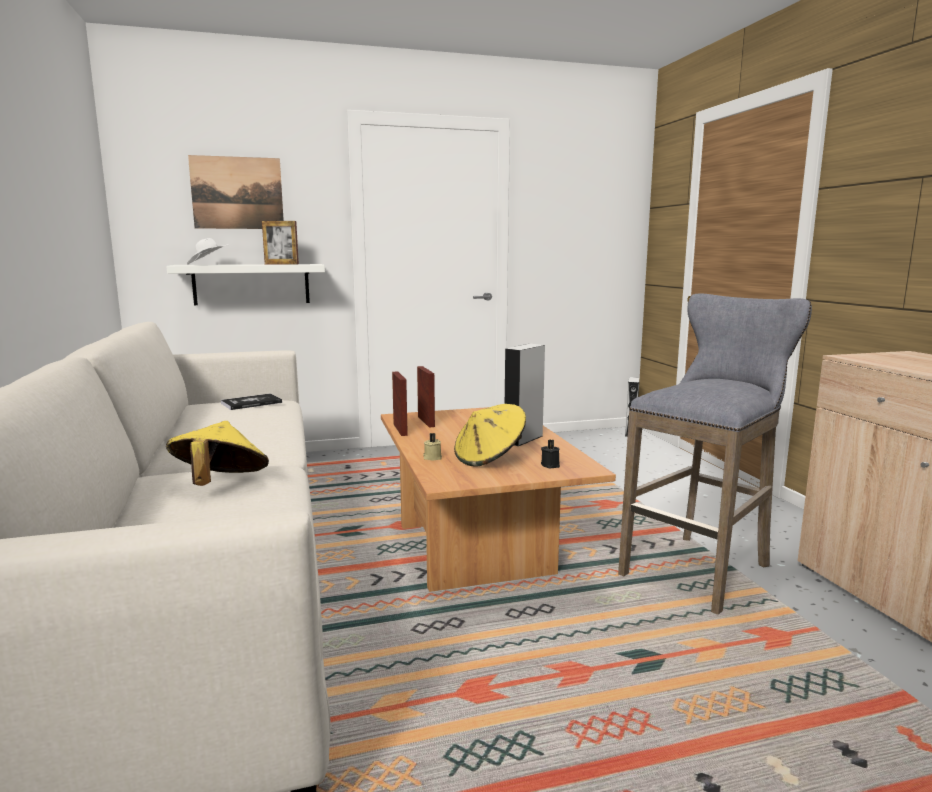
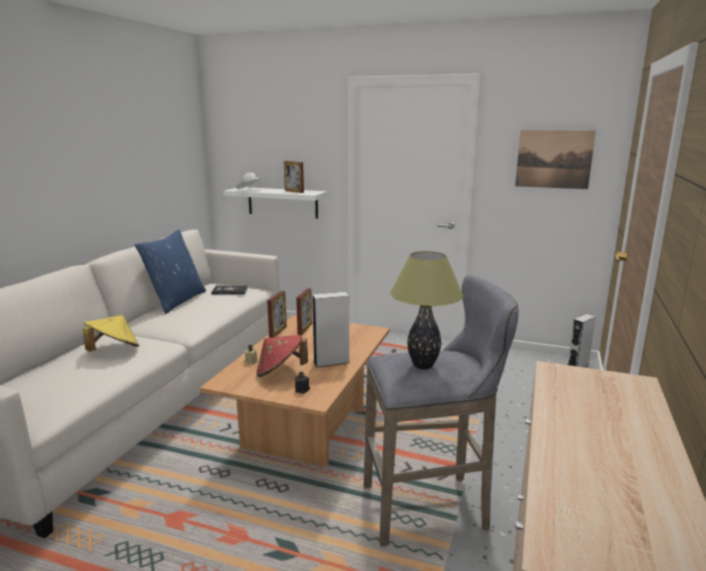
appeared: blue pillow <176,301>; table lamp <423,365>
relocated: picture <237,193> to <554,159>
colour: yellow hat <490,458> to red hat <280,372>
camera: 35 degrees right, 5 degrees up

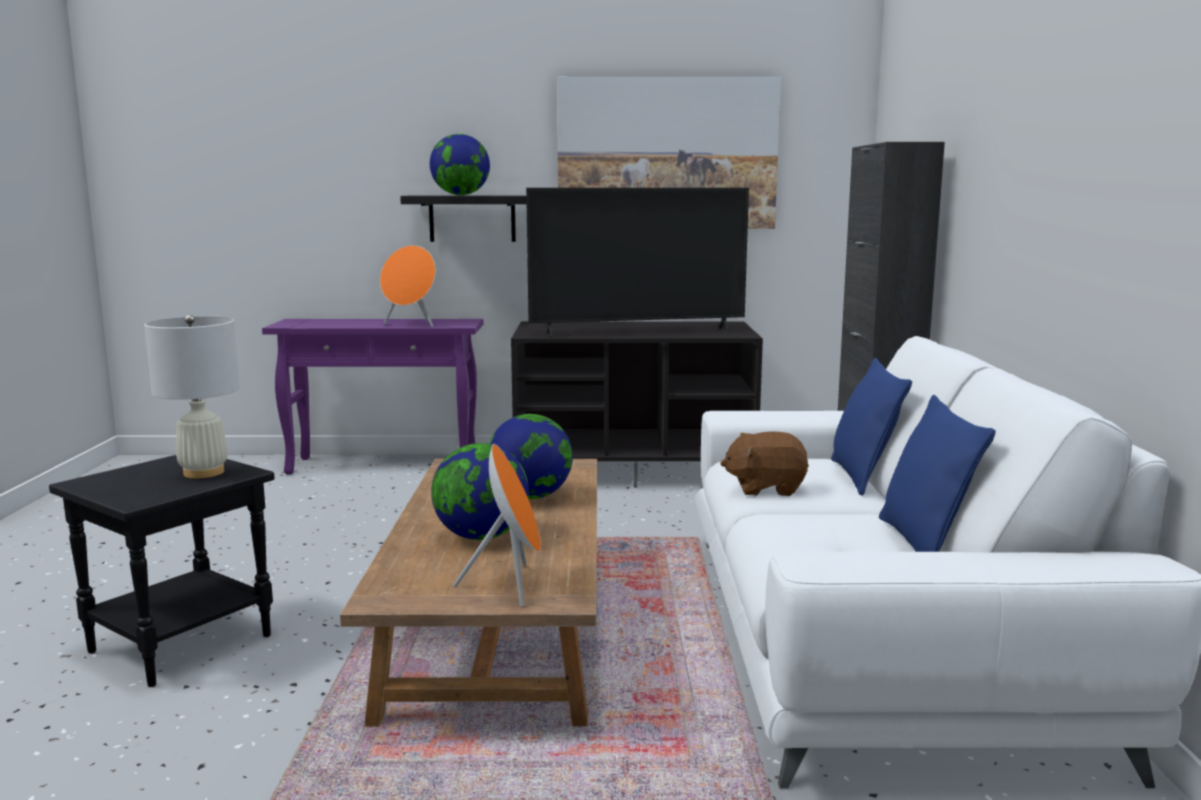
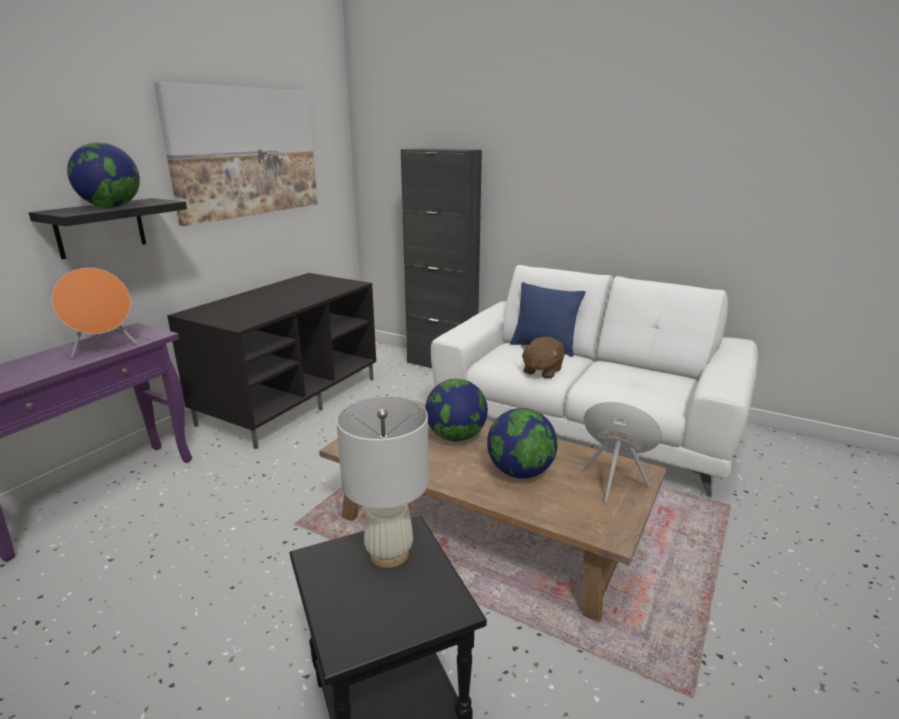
missing: television <638,332>; blue pillow <923,543>
camera: 60 degrees left, 10 degrees up

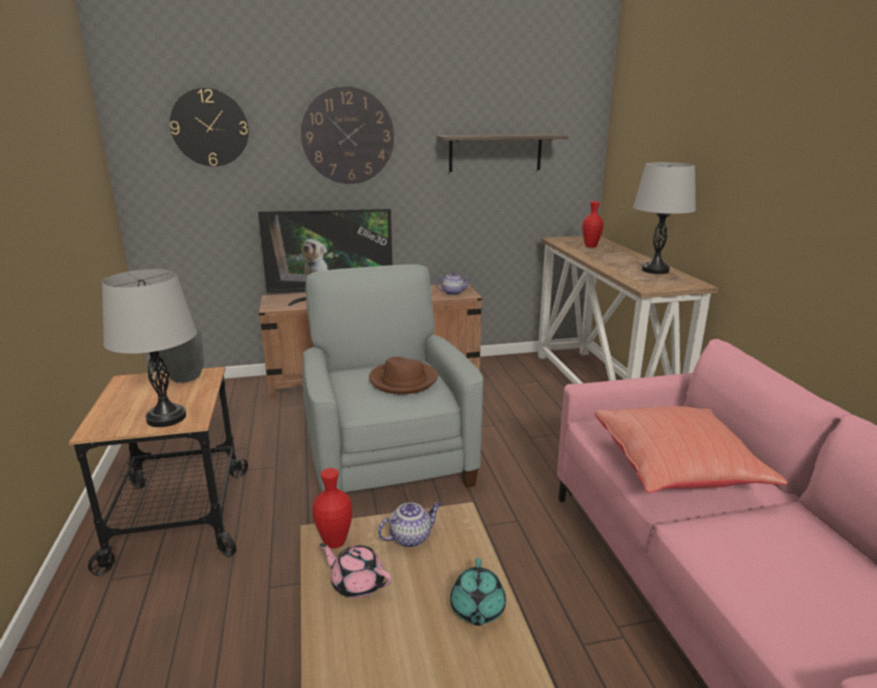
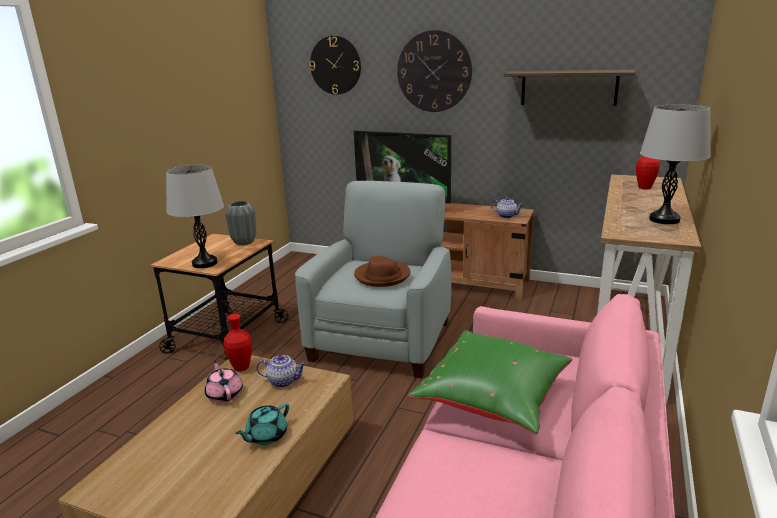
colour: red pillow <677,470> to green pillow <494,399>
camera: 35 degrees right, 0 degrees up

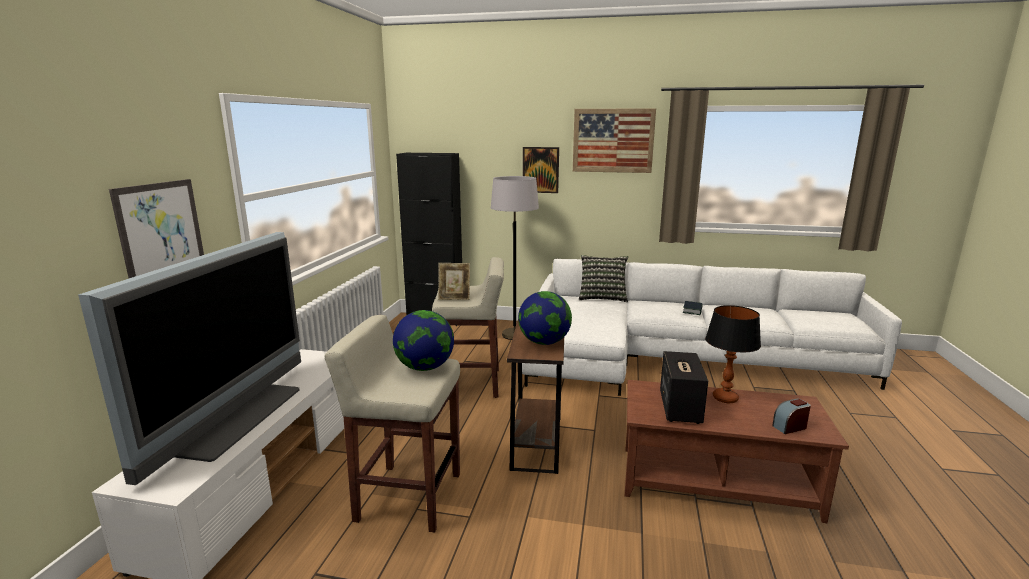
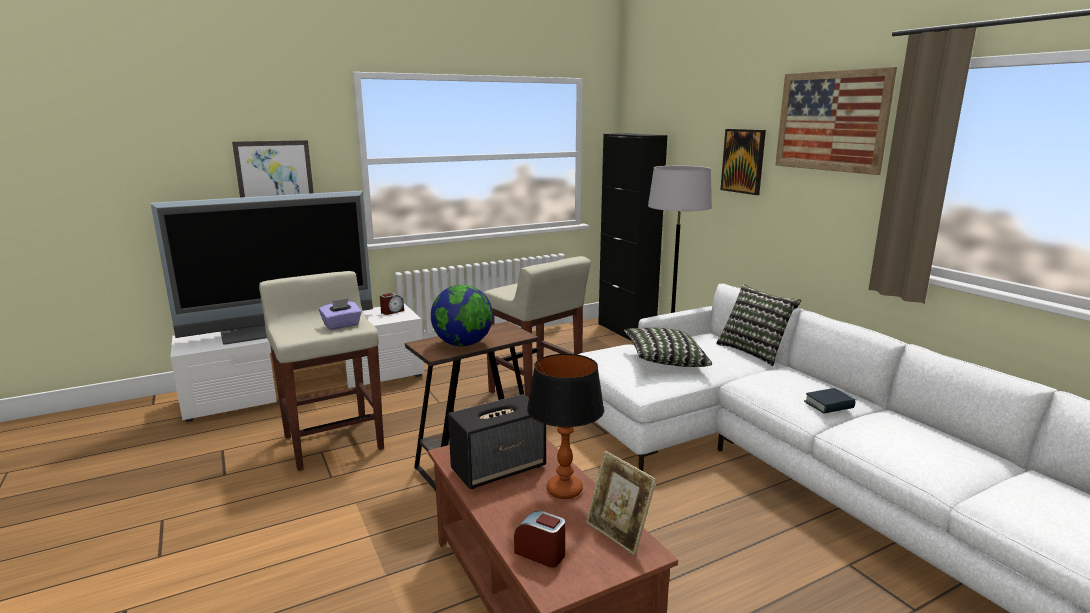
appeared: alarm clock <392,311>; pillow <664,361>
relocated: picture frame <454,298> to <618,533>
exchanged: globe <425,367> to purple tissue box <342,325>
camera: 50 degrees right, 0 degrees up

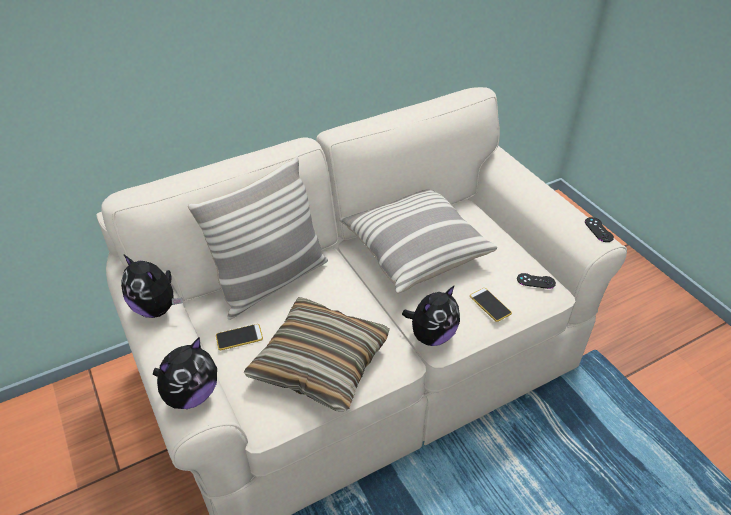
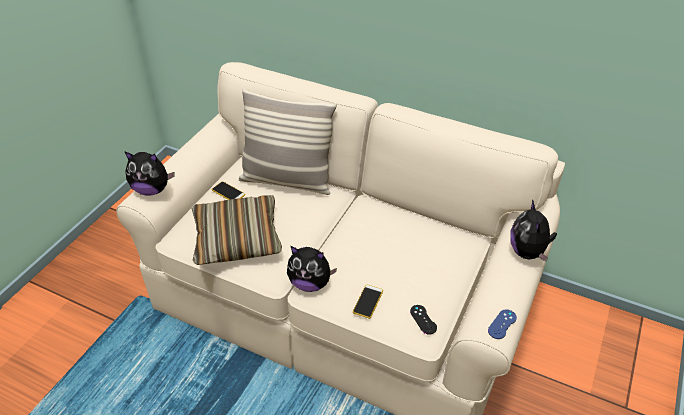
missing: pillow <414,251>
relocated: plush toy <157,308> to <528,252>
colour: black game controller <598,230> to blue game controller <502,324>
camera: 55 degrees right, 0 degrees up

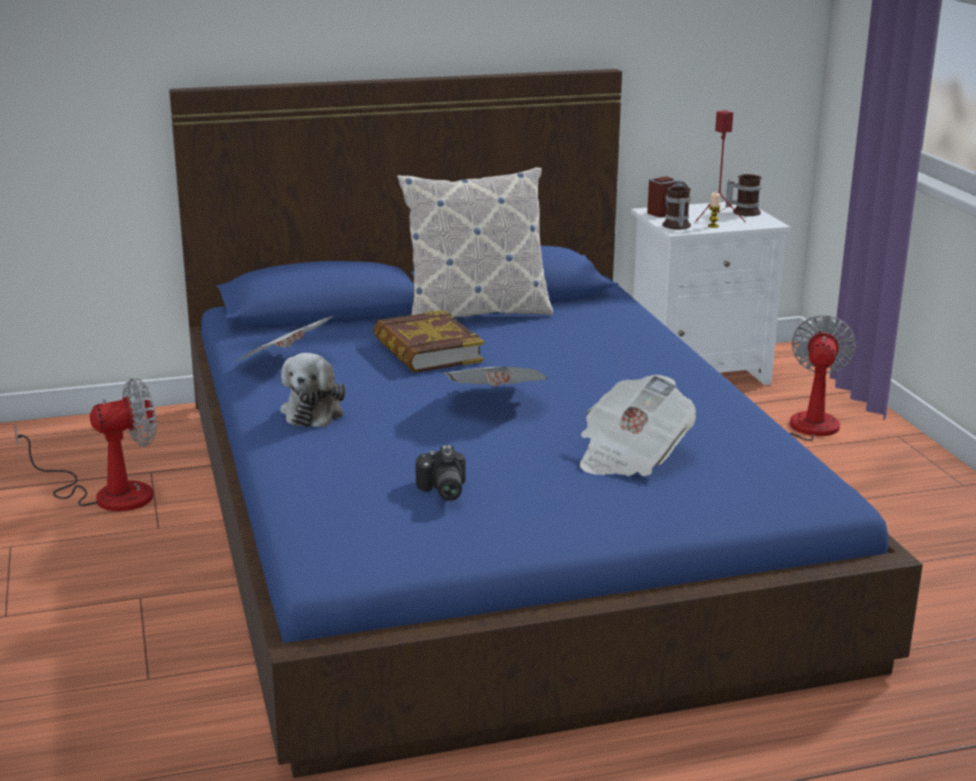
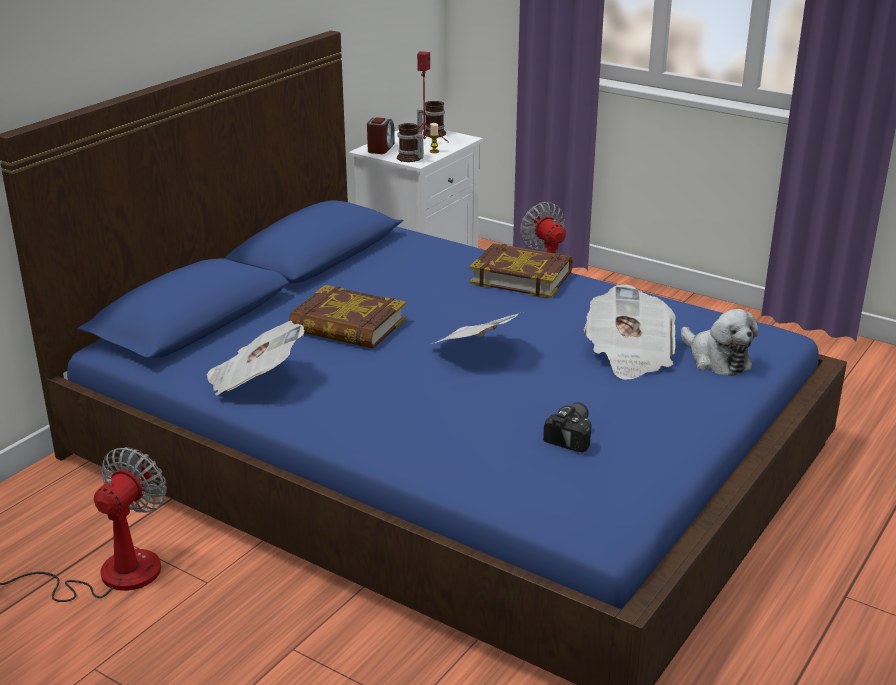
missing: pillow <475,313>
appeared: book <521,277>
relocated: plush toy <314,411> to <716,359>
spun: photo camera <441,490> = <573,435> 105 degrees counterclockwise
camera: 40 degrees left, 5 degrees up

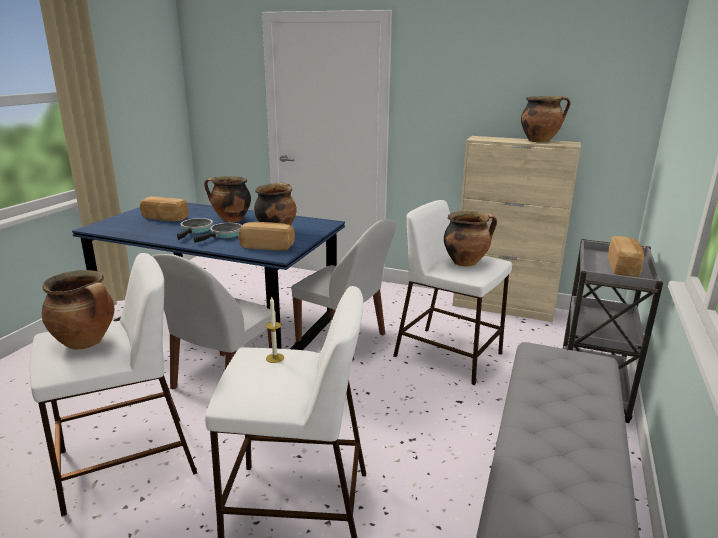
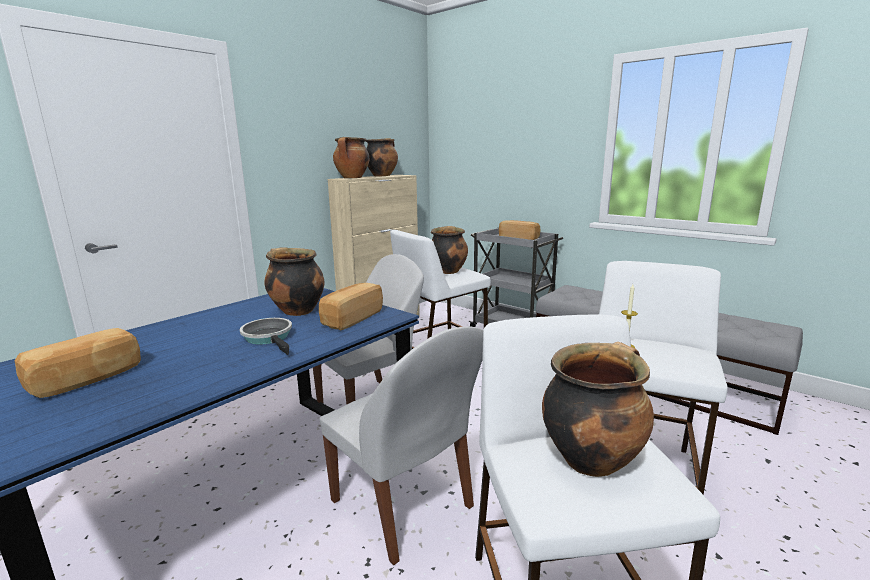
missing: frying pan <196,230>
relocated: cooking pot <231,220> to <352,178>
camera: 70 degrees left, 5 degrees down

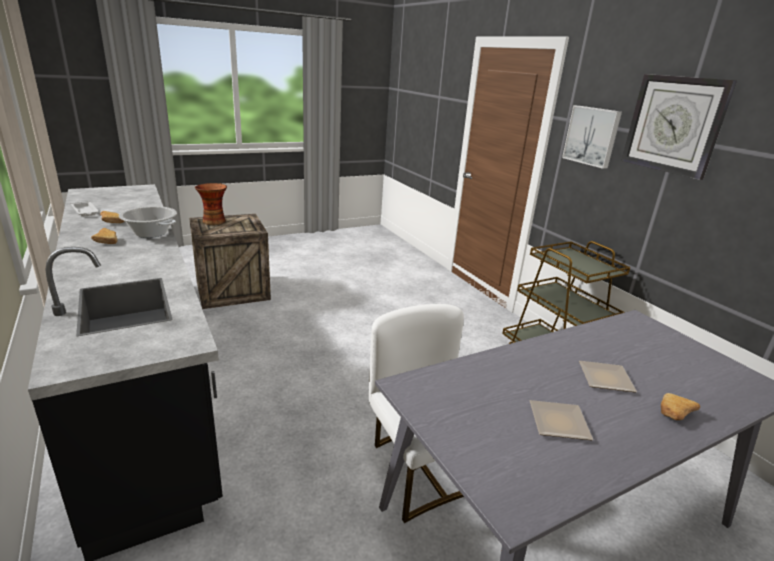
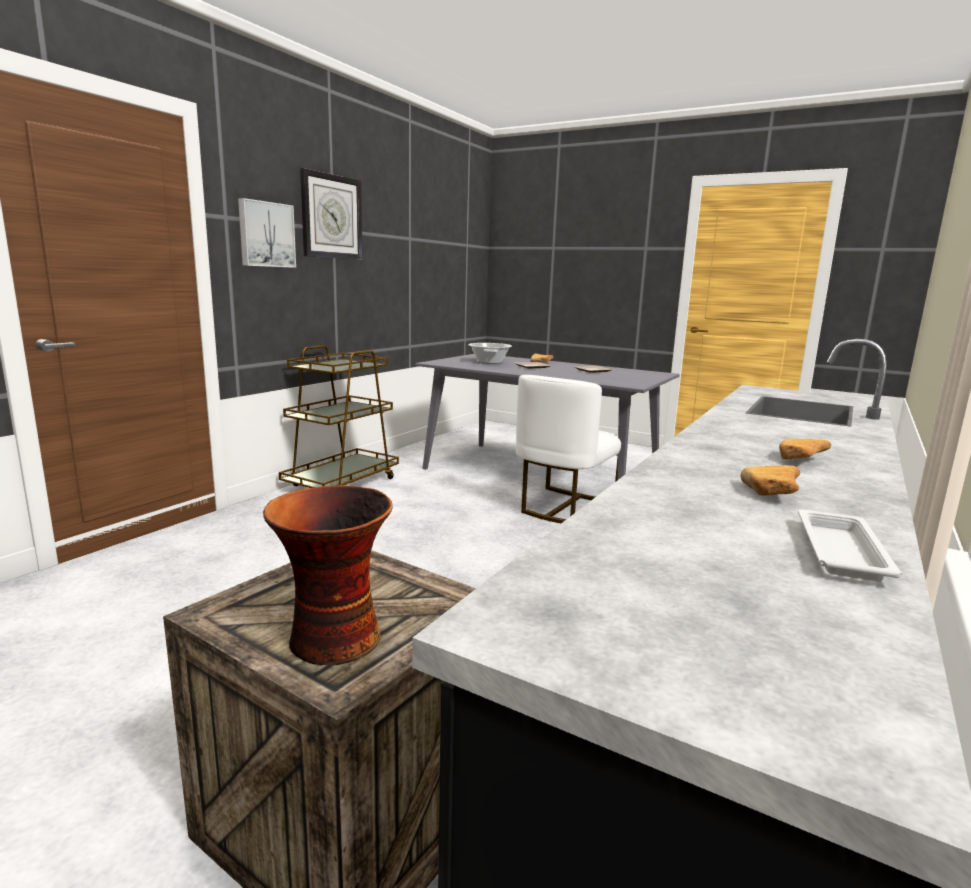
relocated: cooking pot <151,233> to <489,362>
camera: 120 degrees left, 10 degrees down

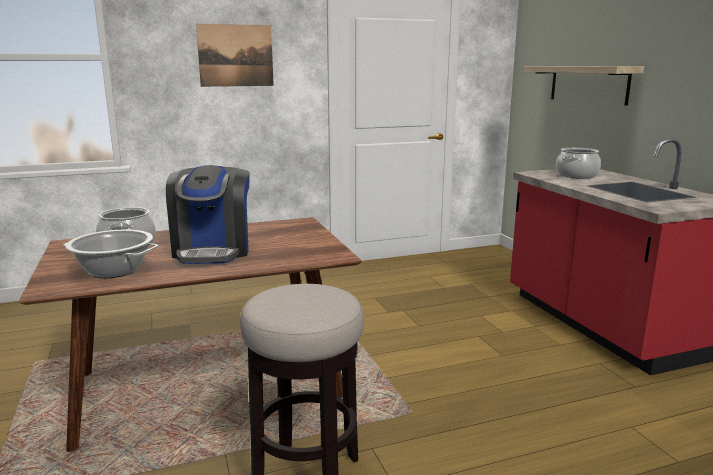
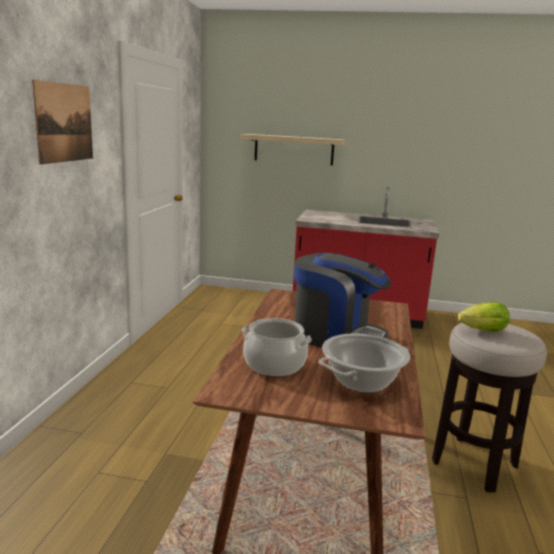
missing: cooking pot <577,175>
appeared: lettuce <483,331>
camera: 60 degrees left, 0 degrees up

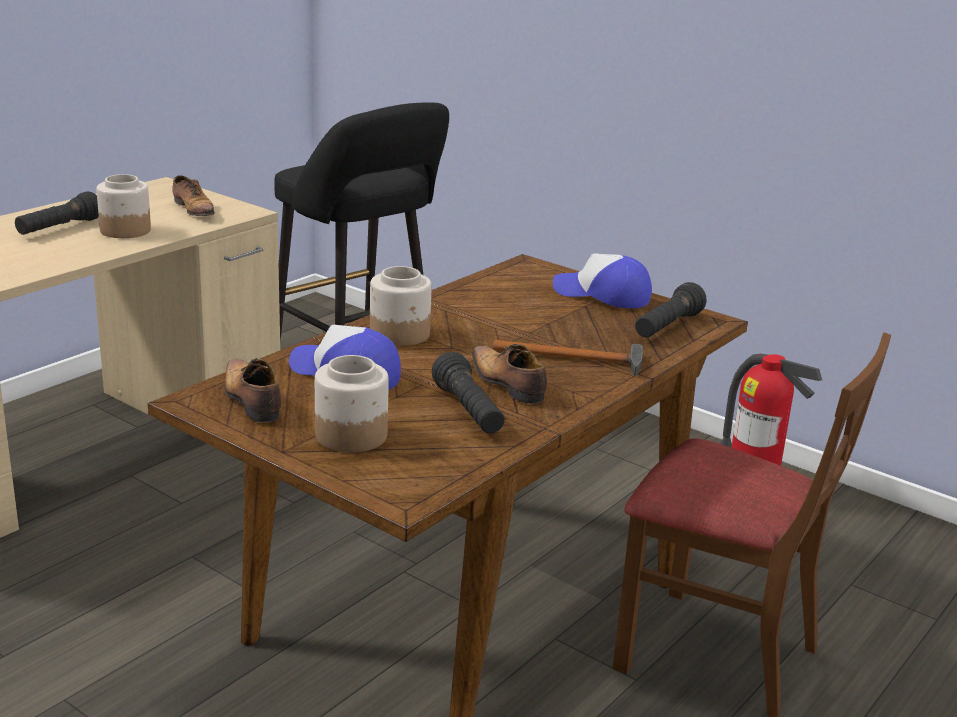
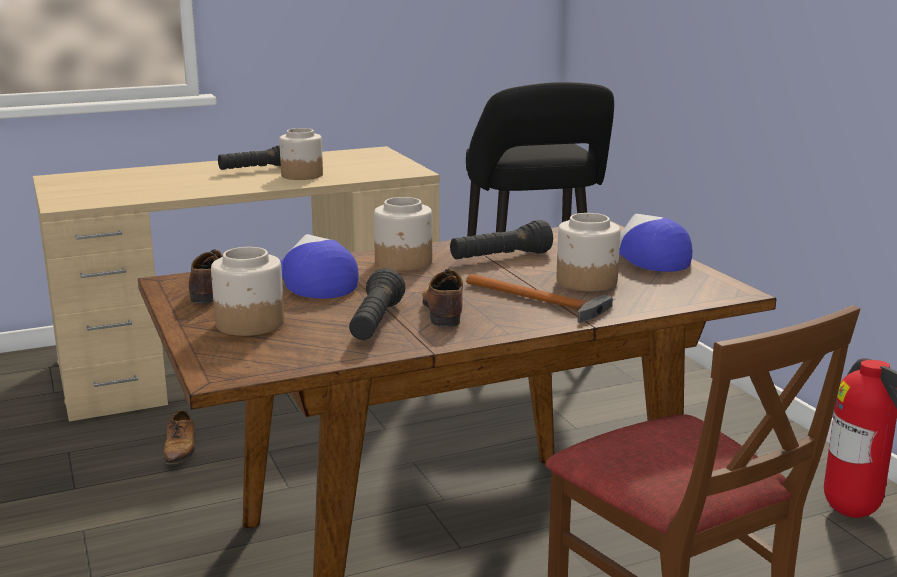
appeared: jar <587,282>
relocated: shoe <194,210> to <180,449>; black flashlight <667,327> to <500,258>
camera: 30 degrees right, 5 degrees down

